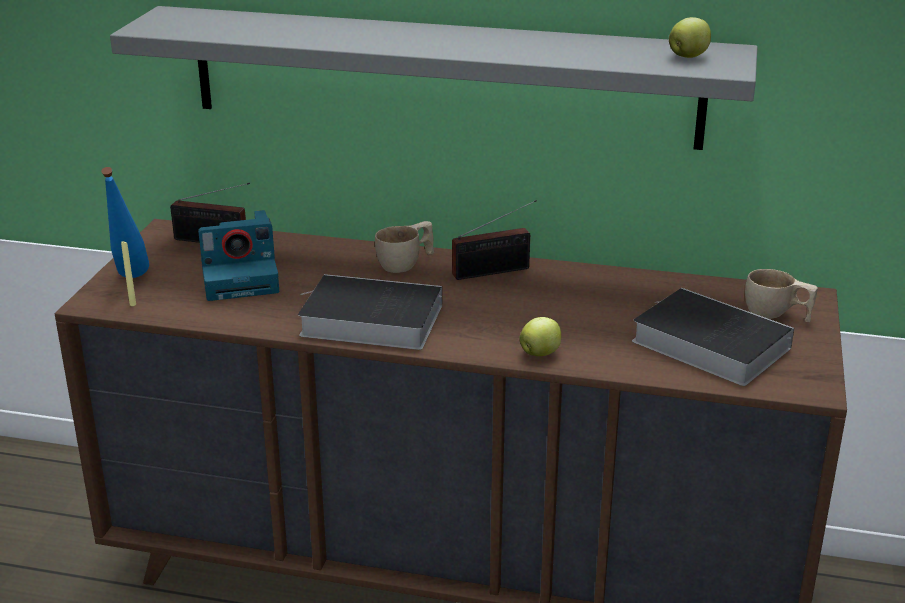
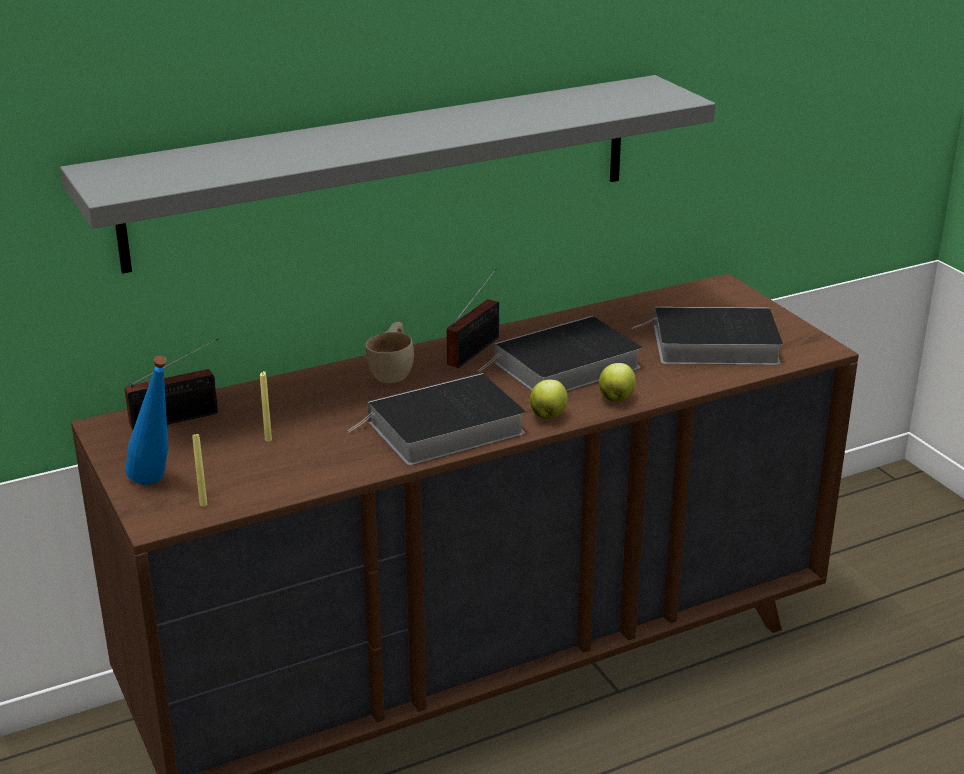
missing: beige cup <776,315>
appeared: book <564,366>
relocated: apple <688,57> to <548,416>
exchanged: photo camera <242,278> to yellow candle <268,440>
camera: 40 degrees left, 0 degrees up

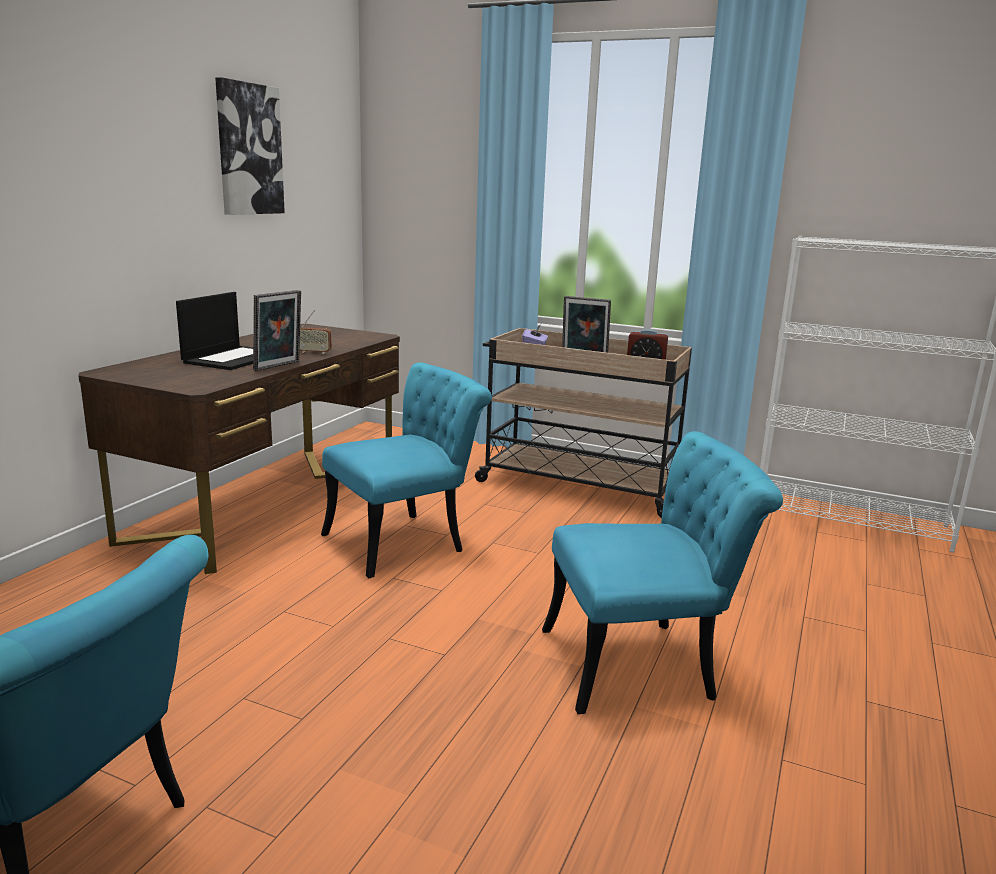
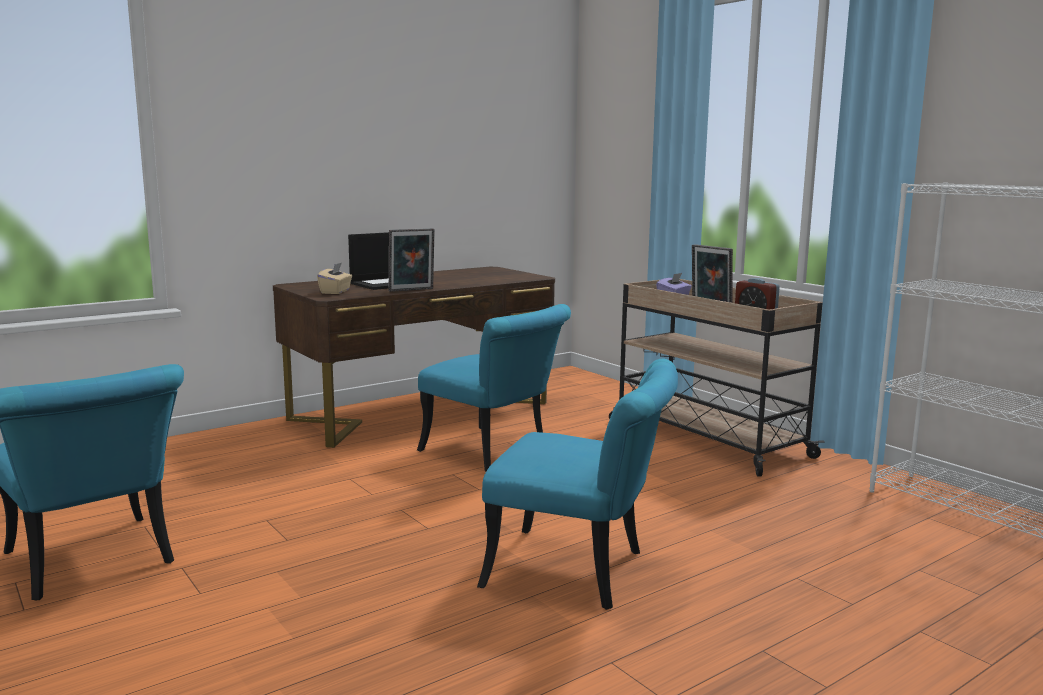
missing: picture <248,149>; radio <314,352>
appeared: beige tissue box <335,292>
spun: turquoise chair <406,540> = <494,452> 45 degrees clockwise
camera: 30 degrees right, 5 degrees down

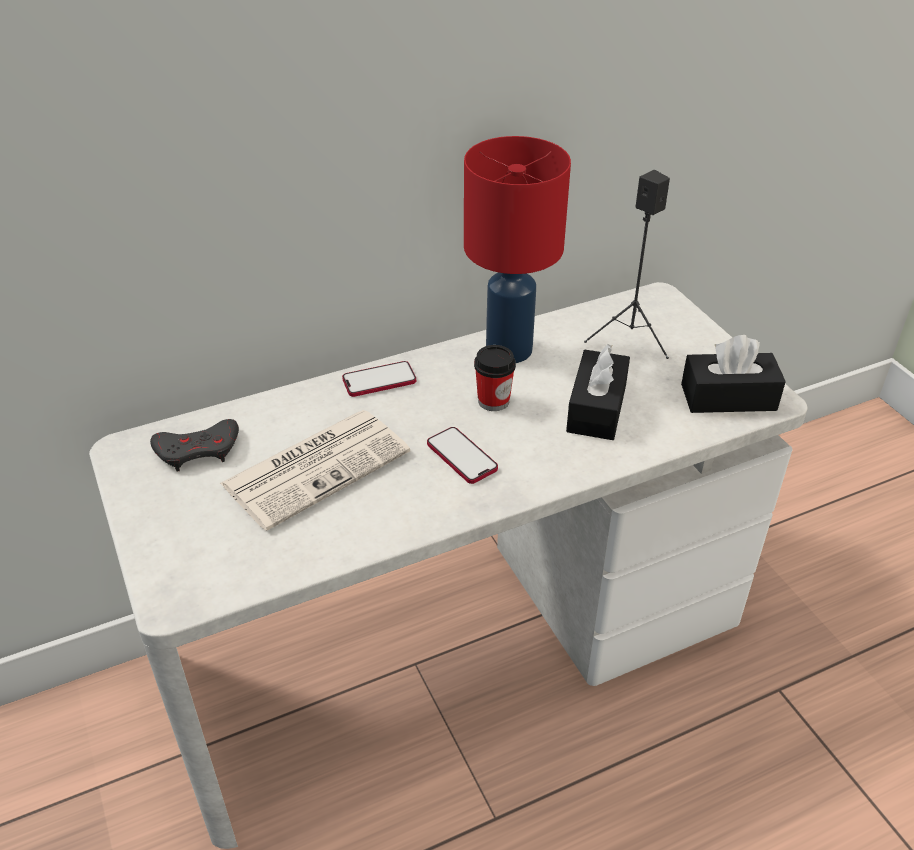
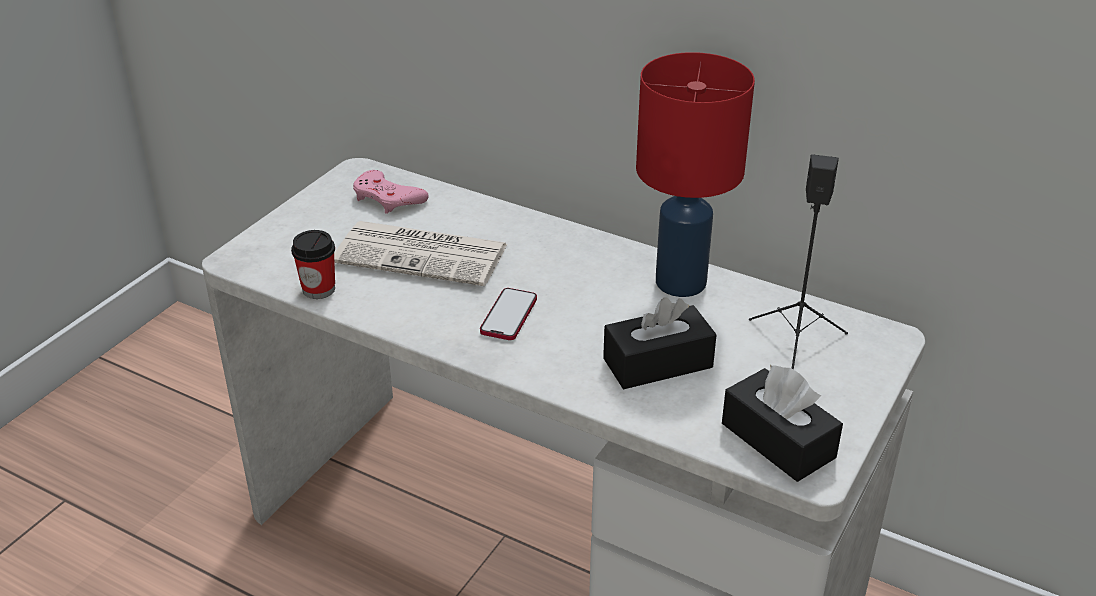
missing: phone <379,381>
relocated: cup <493,401> to <319,289>
colour: grey game controller <198,450> to pink game controller <388,198>
camera: 55 degrees right, 5 degrees down

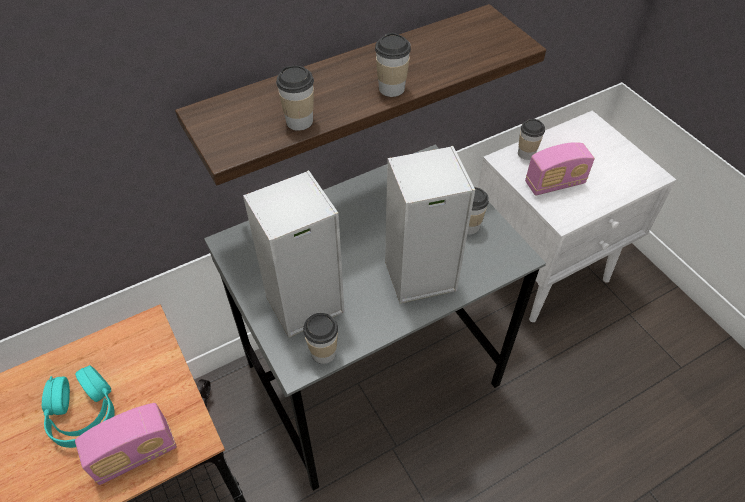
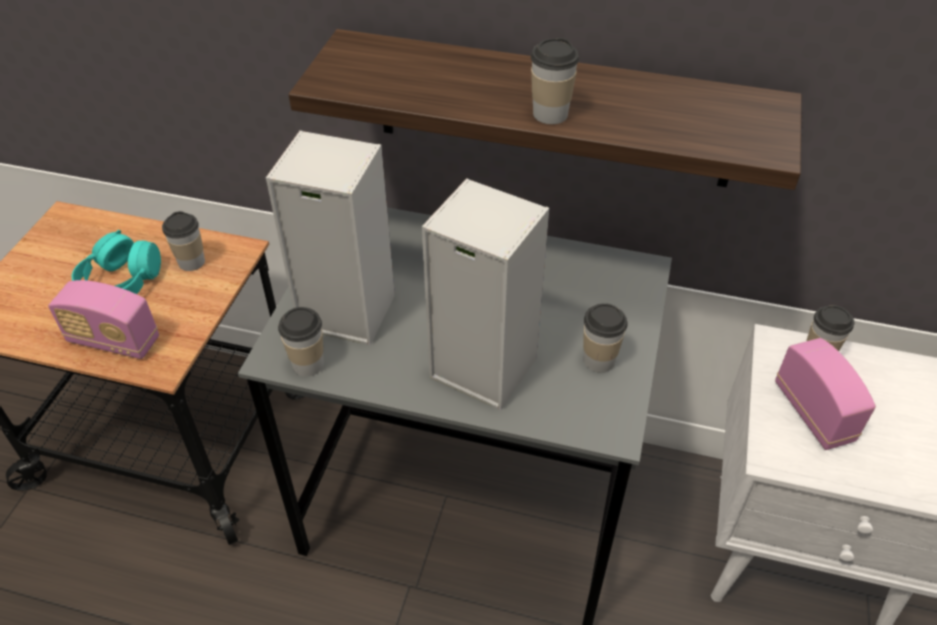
relocated: cup <299,121> to <191,262>
spun: radio <554,183> = <813,412> 135 degrees counterclockwise
camera: 45 degrees right, 5 degrees down

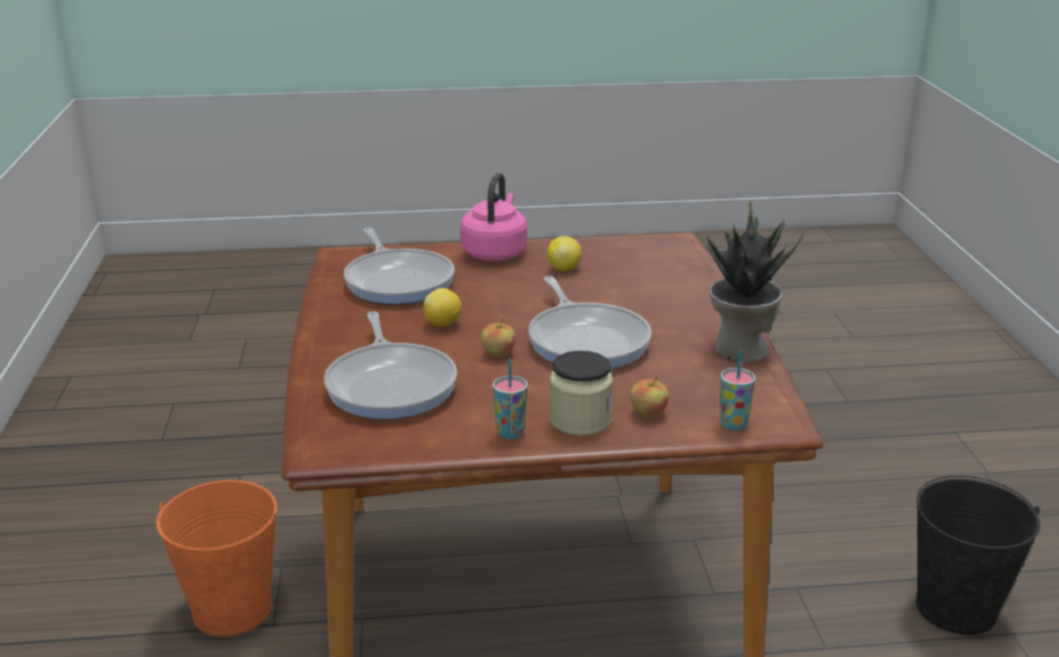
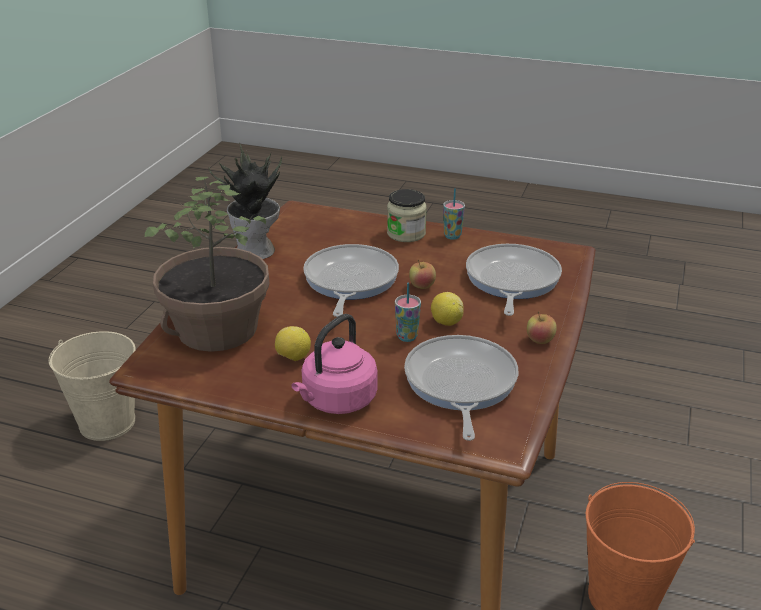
appeared: potted plant <217,328>
relocated: cup <733,424> to <407,337>; apple <648,413> to <540,340>
colour: black bucket <956,608> to beige bucket <107,422>
camera: 155 degrees left, 5 degrees up

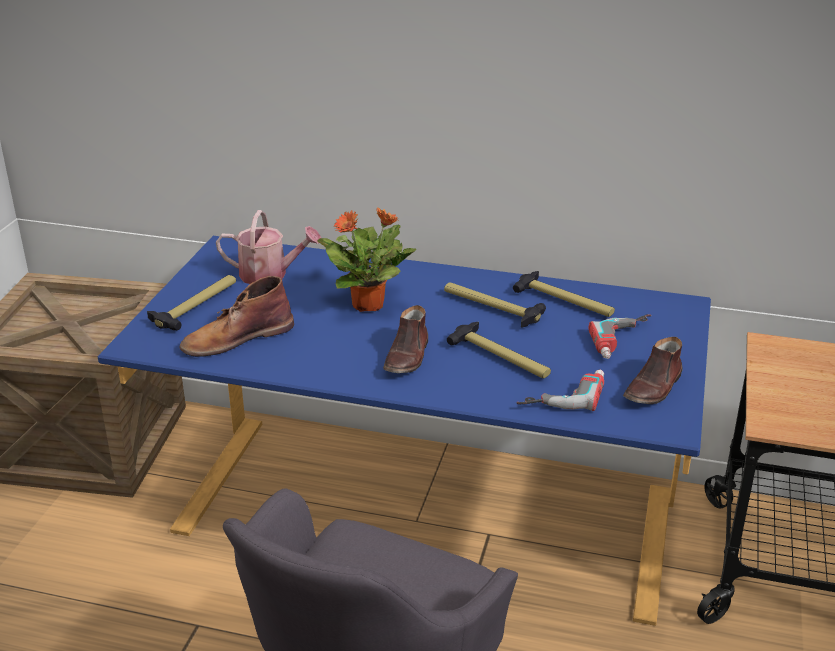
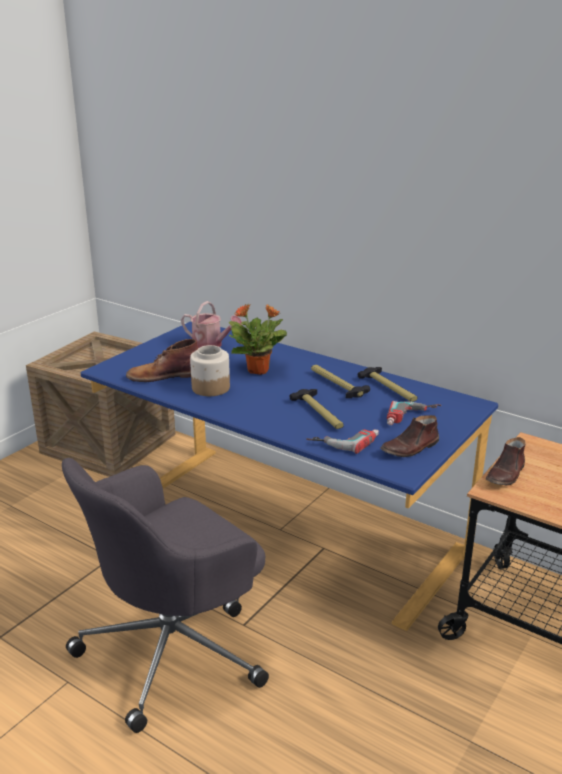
missing: hammer <196,307>
appeared: jar <210,388>
relocated: brown shoe <408,356> to <506,474>
camera: 20 degrees right, 5 degrees down

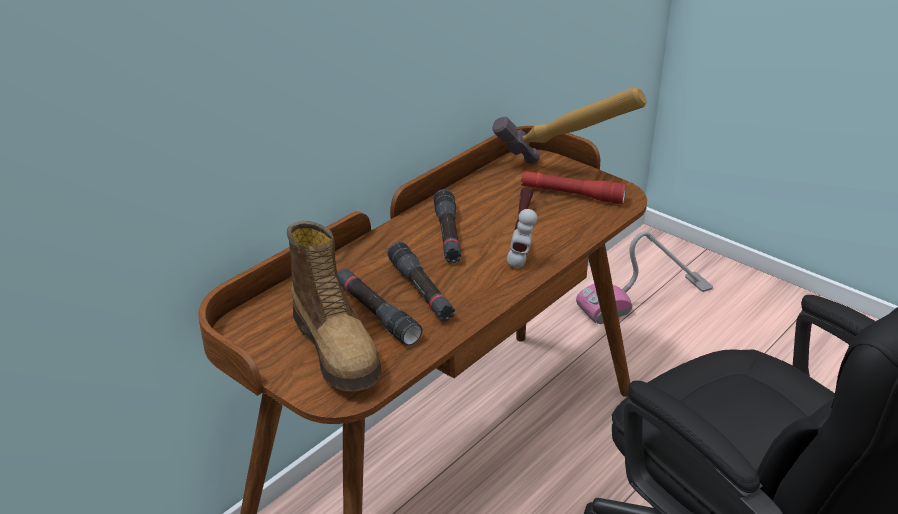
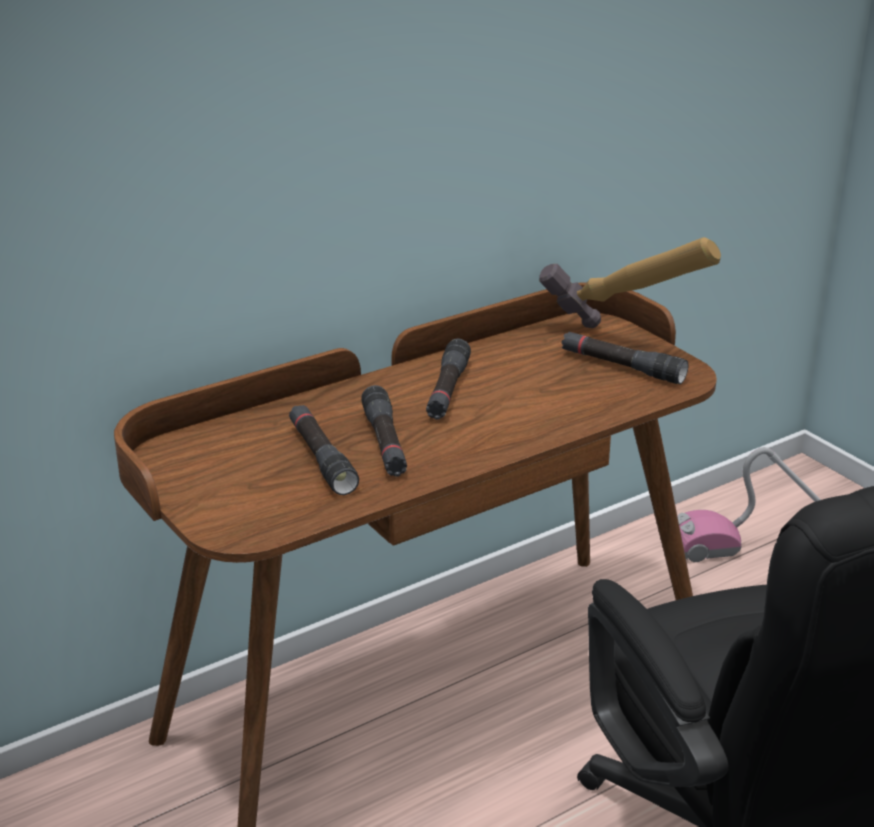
missing: hammer <523,234>; boot <337,348>
colour: red flashlight <572,194> to black flashlight <622,367>
camera: 15 degrees right, 5 degrees down

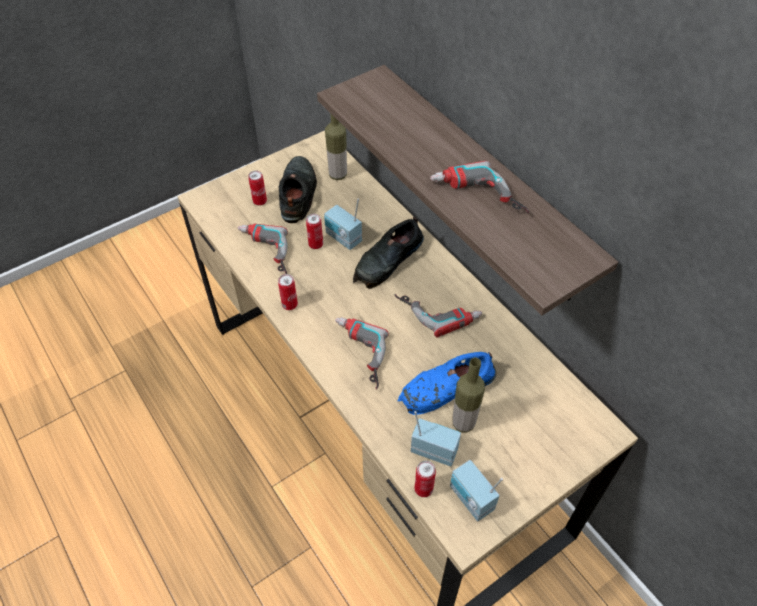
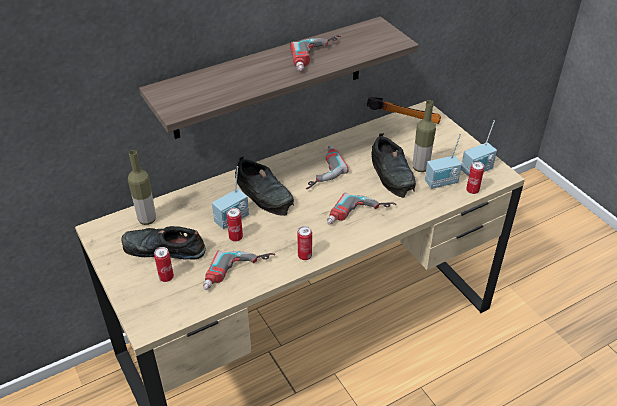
appeared: hammer <402,119>
colour: blue shoe <446,389> to black shoe <392,173>
spun: radio <434,449> = <442,183> 135 degrees counterclockwise
camera: 85 degrees left, 10 degrees down

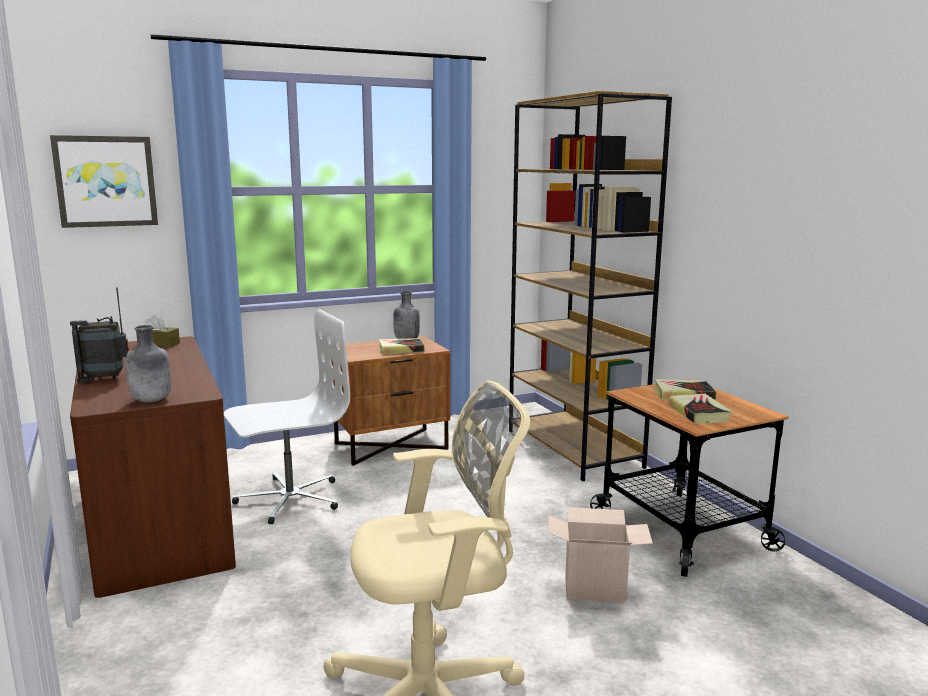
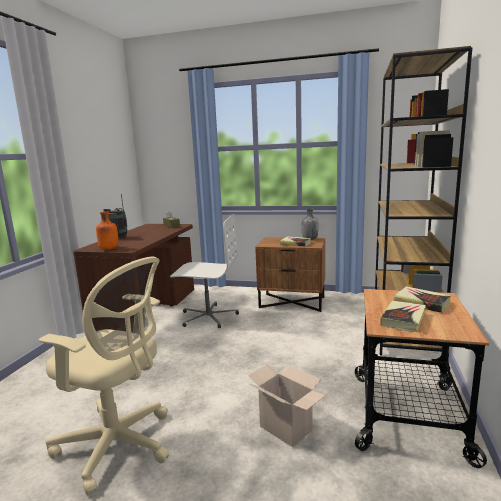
missing: picture <106,181>
colour: grey bottle <151,400> to orange bottle <108,249>
camera: 40 degrees right, 0 degrees up

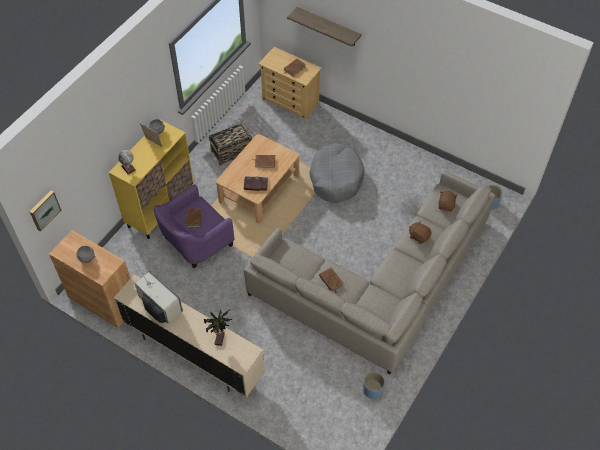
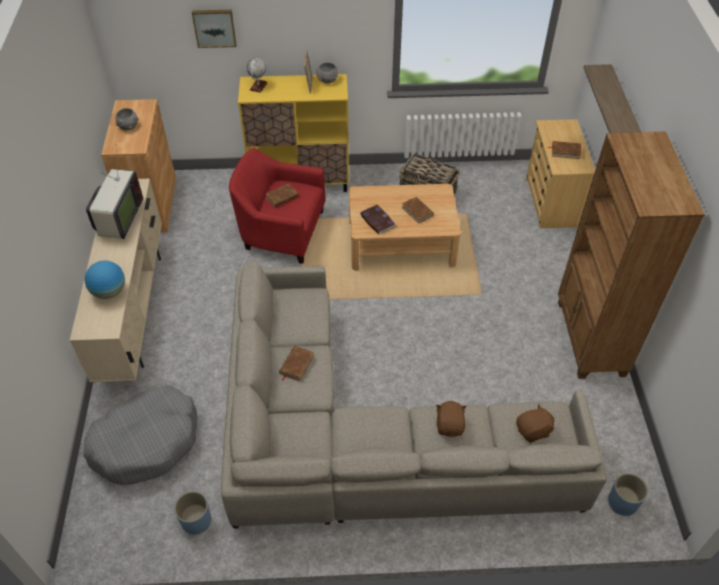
appeared: brown bookcase <589,339>
relocated: grey dog bed <336,178> to <146,442>; picture <44,210> to <214,27>
exchanged: potted plant <220,339> to globe <109,292>
colour: purple armchair <195,241> to red armchair <281,231>
camera: 55 degrees right, 5 degrees down

